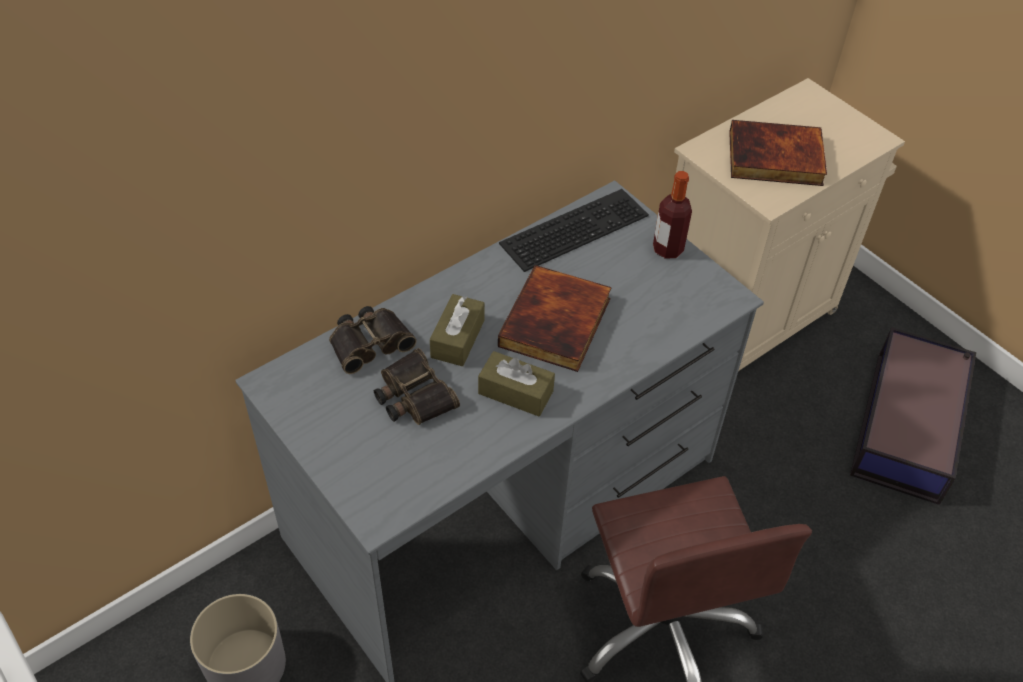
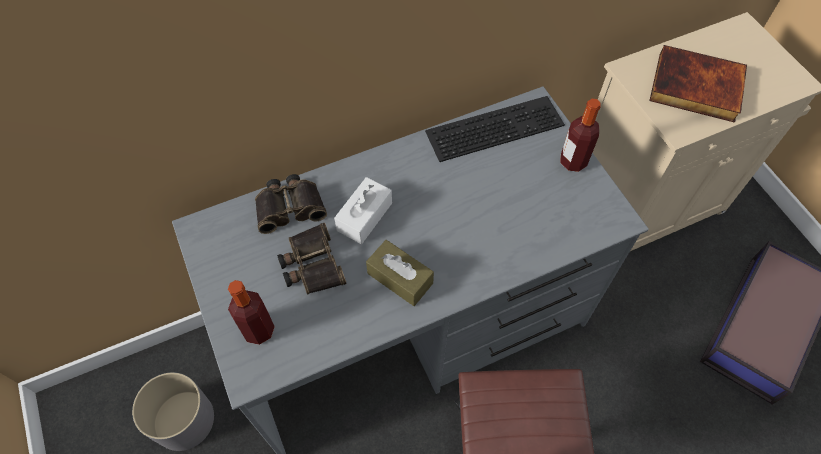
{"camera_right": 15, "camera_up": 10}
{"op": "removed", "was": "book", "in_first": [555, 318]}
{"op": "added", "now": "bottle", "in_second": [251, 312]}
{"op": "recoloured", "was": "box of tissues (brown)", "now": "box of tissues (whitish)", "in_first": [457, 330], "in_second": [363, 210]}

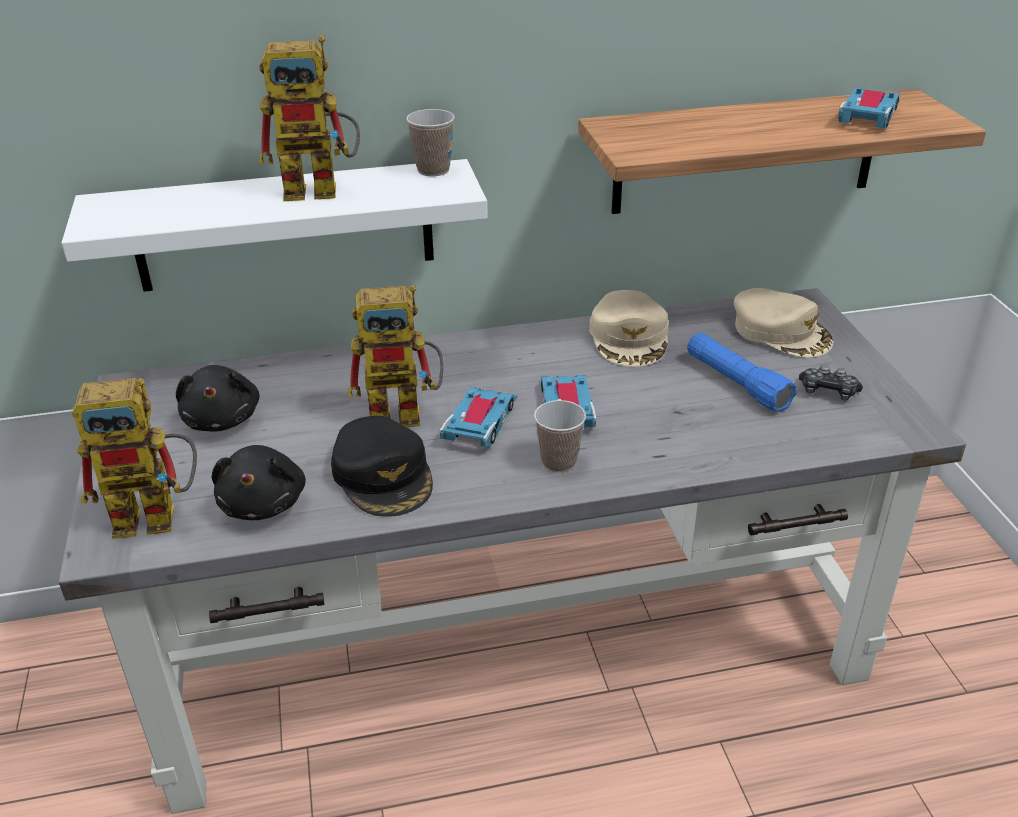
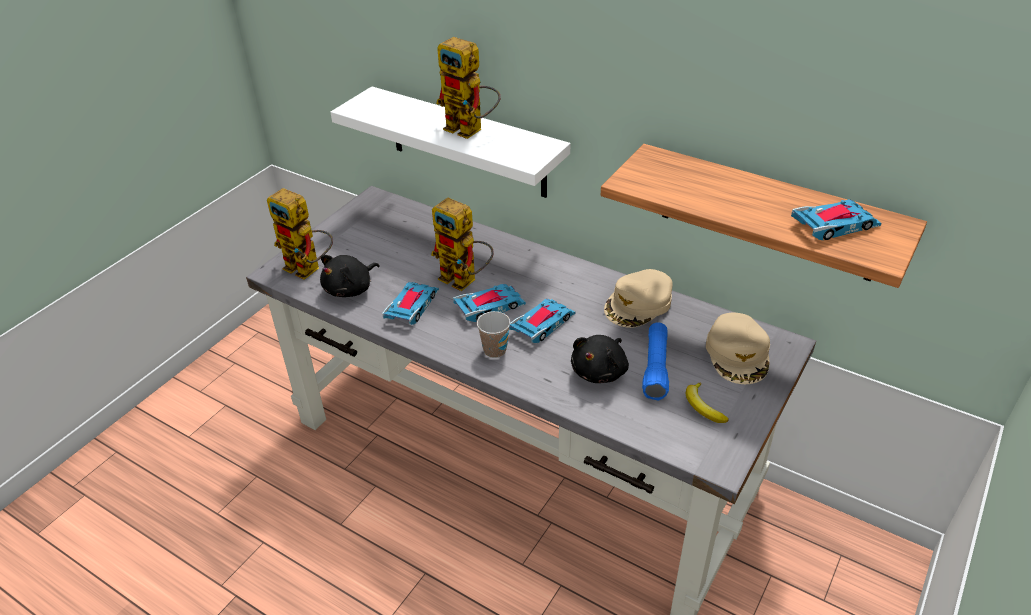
{"camera_right": 45, "camera_up": 5}
{"op": "removed", "was": "small cup", "in_first": [430, 142]}
{"op": "moved", "was": "plush toy (blackish)", "in_first": [218, 398], "in_second": [600, 359]}
{"op": "replaced", "was": "peaked cap (blackish)", "now": "toy car", "in_first": [382, 466], "in_second": [410, 303]}
{"op": "replaced", "was": "joypad", "now": "whole banana", "in_first": [831, 383], "in_second": [707, 403]}

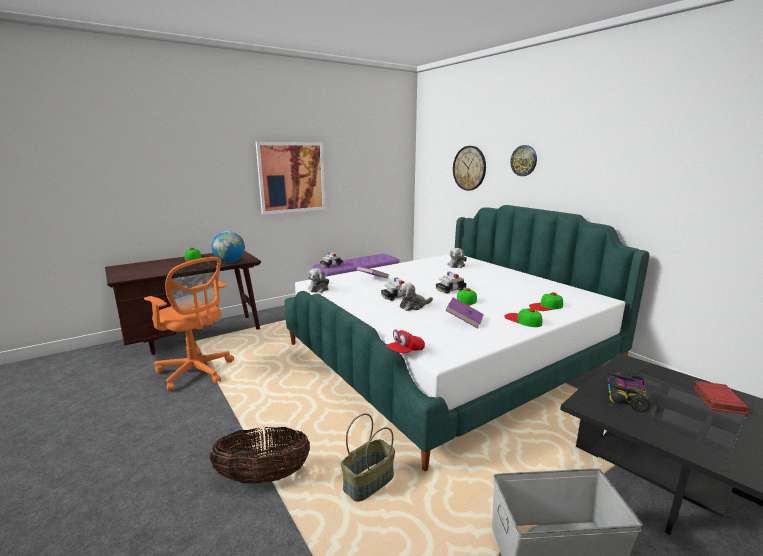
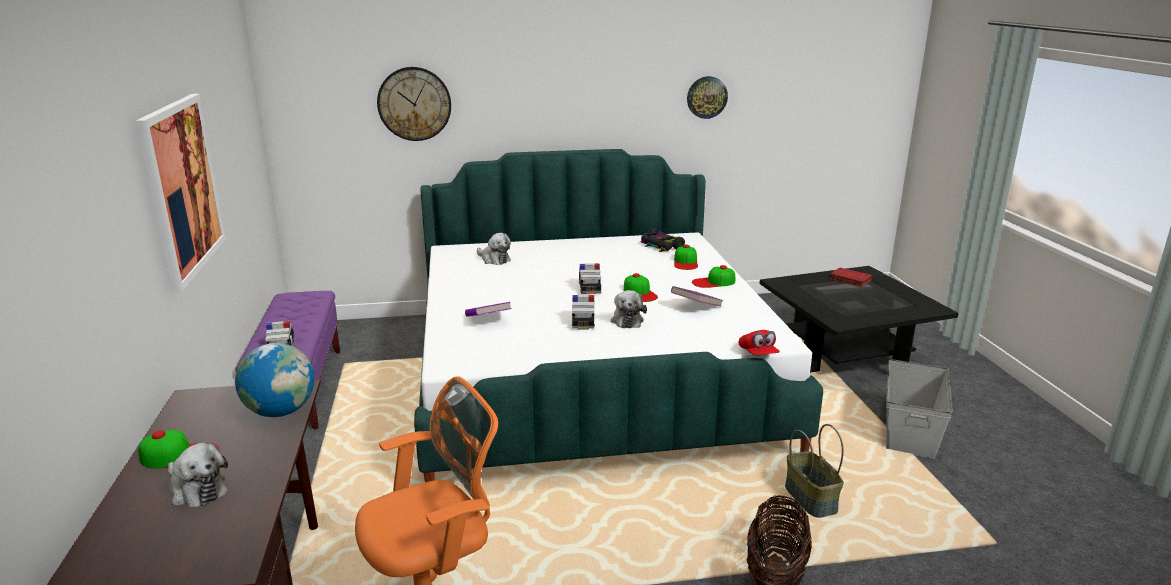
{"camera_right": -65, "camera_up": 5}
{"op": "moved", "was": "plush toy", "in_first": [318, 280], "in_second": [198, 475]}
{"op": "moved", "was": "wall clock", "in_first": [523, 160], "in_second": [707, 97]}
{"op": "moved", "was": "toy car", "in_first": [628, 392], "in_second": [663, 240]}

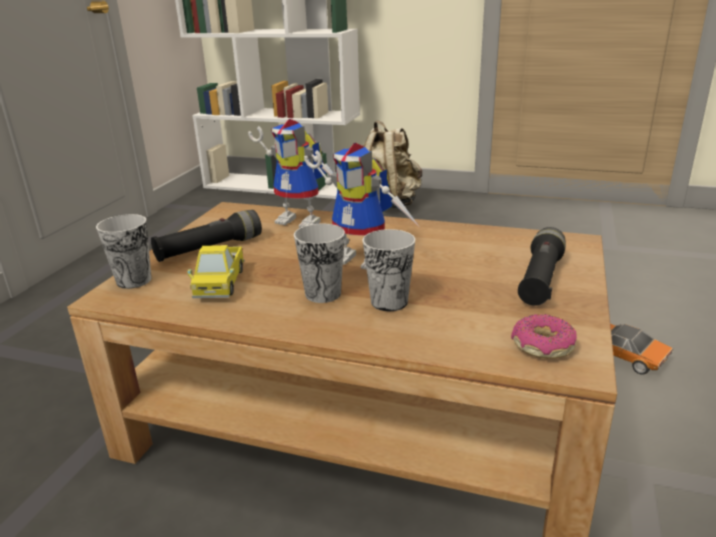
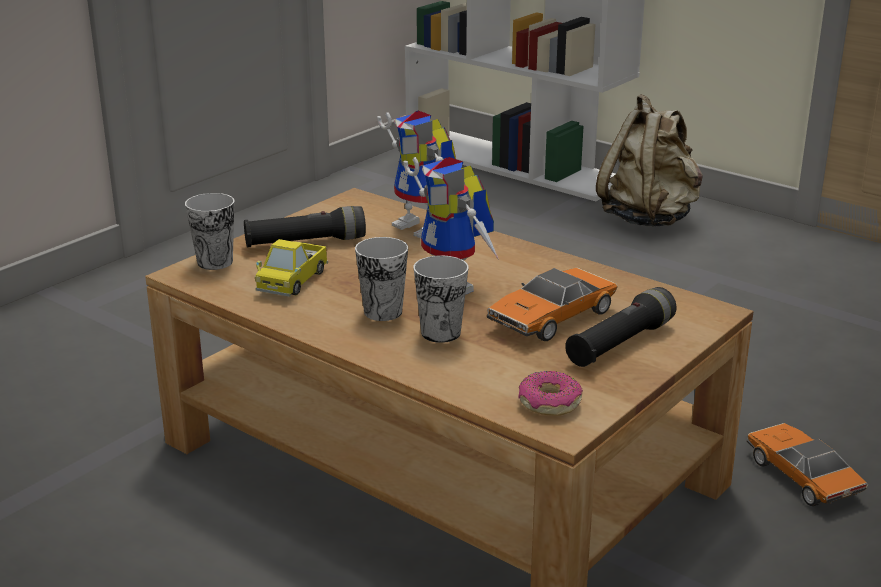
{"camera_right": 20, "camera_up": 0}
{"op": "added", "now": "toy car", "in_second": [552, 304]}

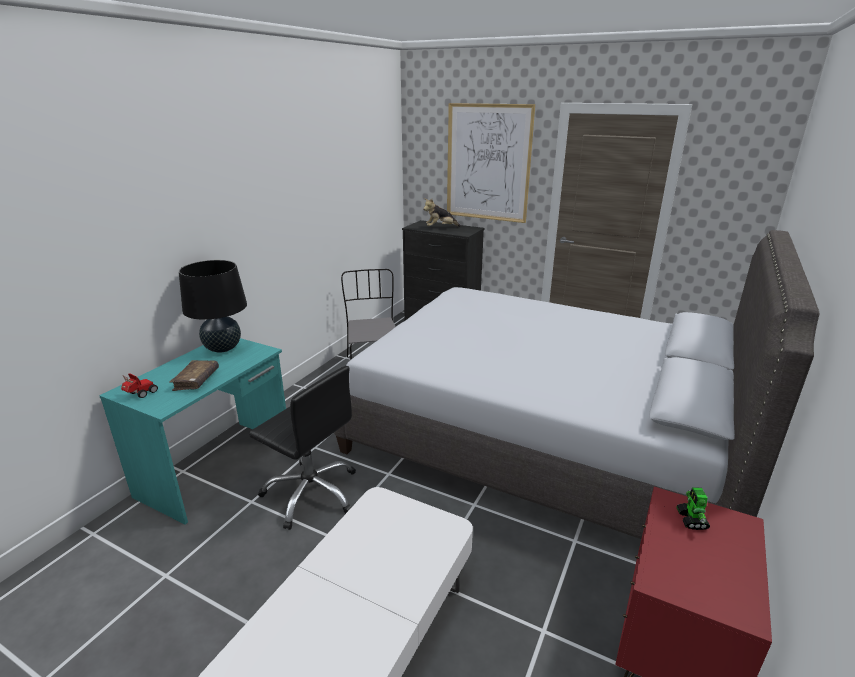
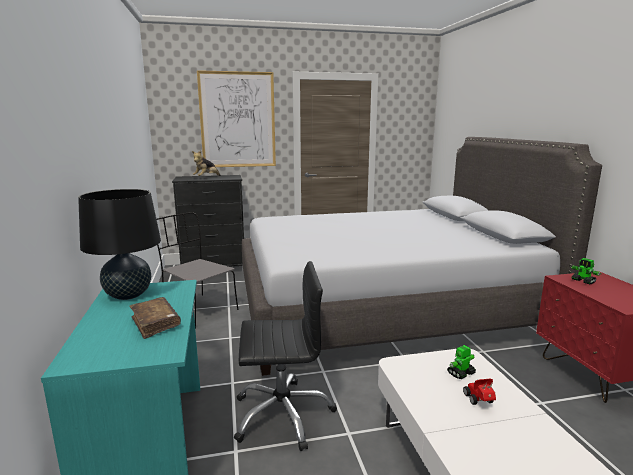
{"camera_right": -40, "camera_up": -10}
{"op": "added", "now": "toy robot", "in_second": [461, 362]}
{"op": "moved", "was": "toy car", "in_first": [139, 385], "in_second": [479, 392]}

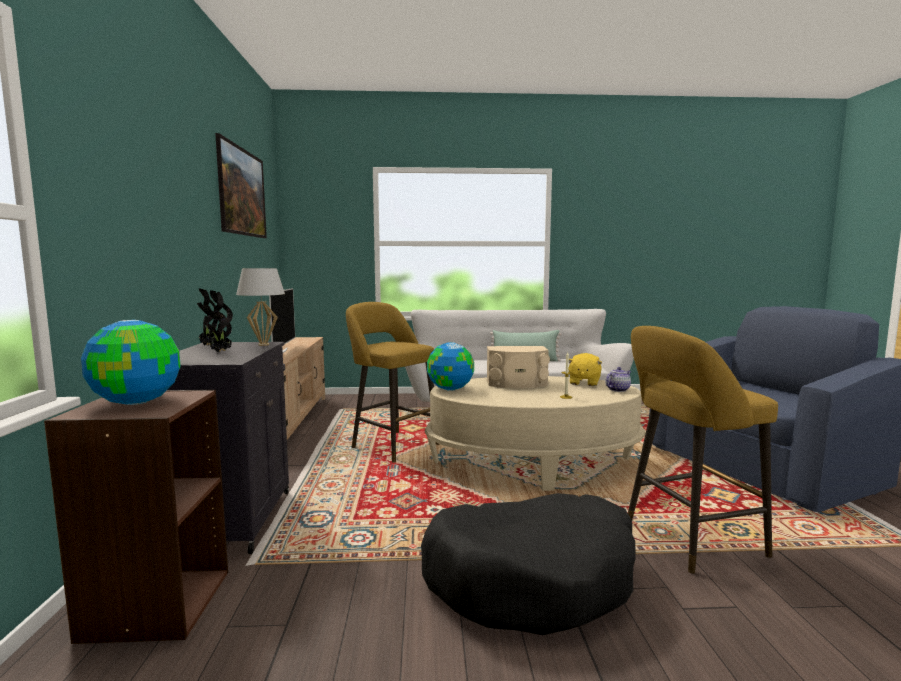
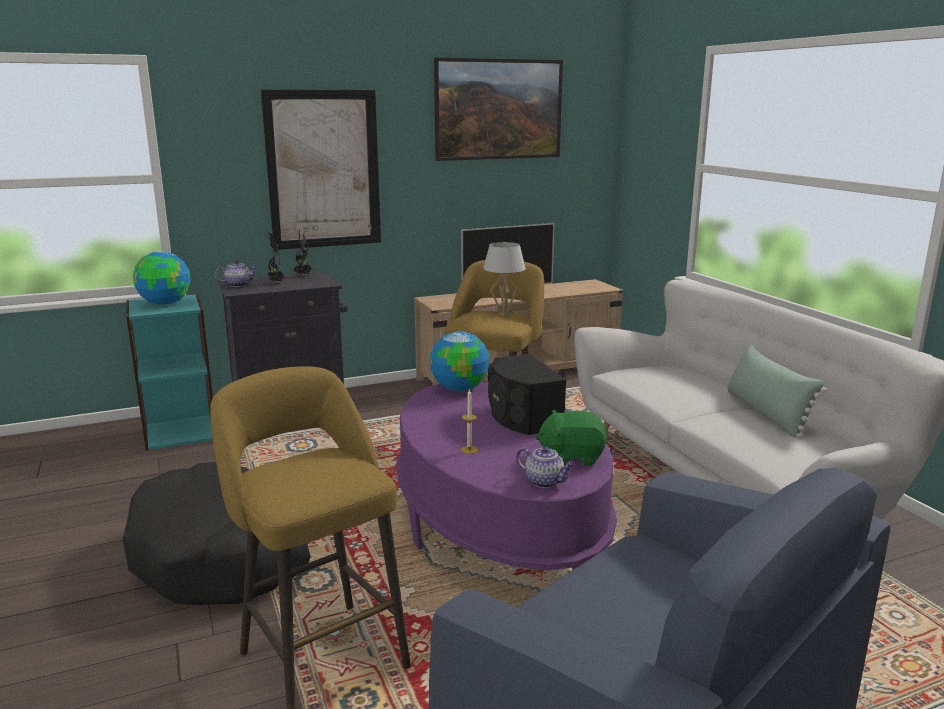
{"camera_right": 70, "camera_up": 10}
{"op": "added", "now": "pot for tea", "in_second": [236, 273]}
{"op": "added", "now": "picture", "in_second": [321, 169]}
{"op": "moved", "was": "table lamp (whitish)", "in_first": [260, 307], "in_second": [504, 279]}
{"op": "recoloured", "was": "shelving unit (brown)", "now": "shelving unit (blue-green)", "in_first": [136, 517], "in_second": [169, 372]}
{"op": "recoloured", "was": "lounge table (beige)", "now": "lounge table (purplish)", "in_first": [535, 433], "in_second": [506, 476]}
{"op": "recoloured", "was": "speaker (beige)", "now": "speaker (blackish)", "in_first": [518, 367], "in_second": [527, 394]}
{"op": "recoloured", "was": "plush toy (yellow-coloured)", "now": "plush toy (greenish)", "in_first": [585, 369], "in_second": [571, 438]}

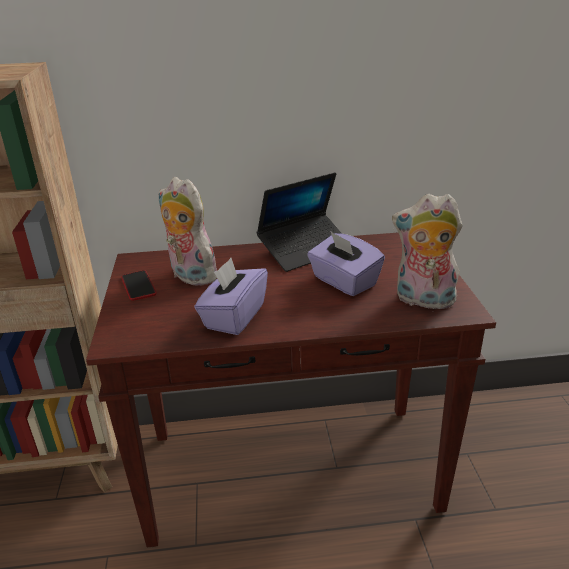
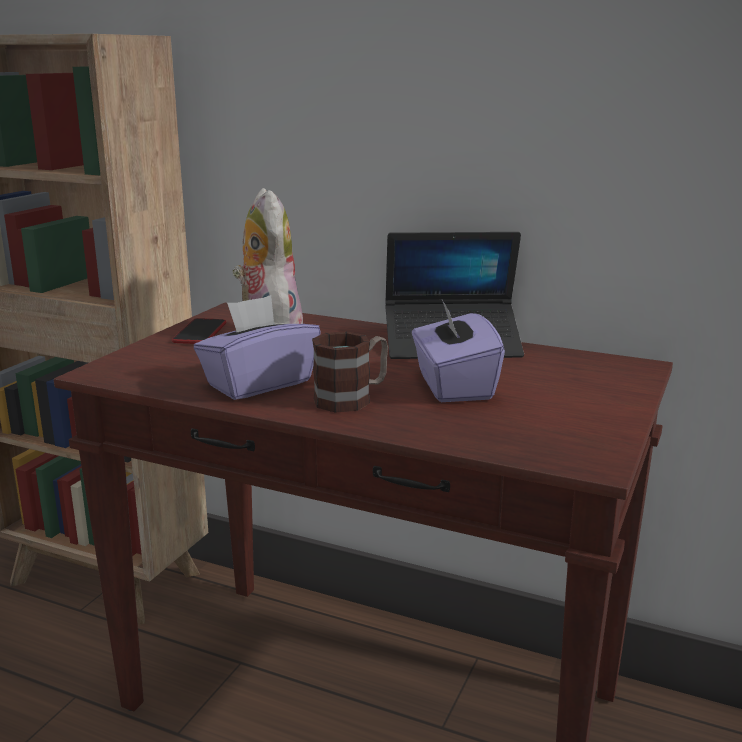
{"camera_right": 30, "camera_up": -10}
{"op": "removed", "was": "plush toy", "in_first": [427, 251]}
{"op": "added", "now": "mug", "in_second": [350, 372]}

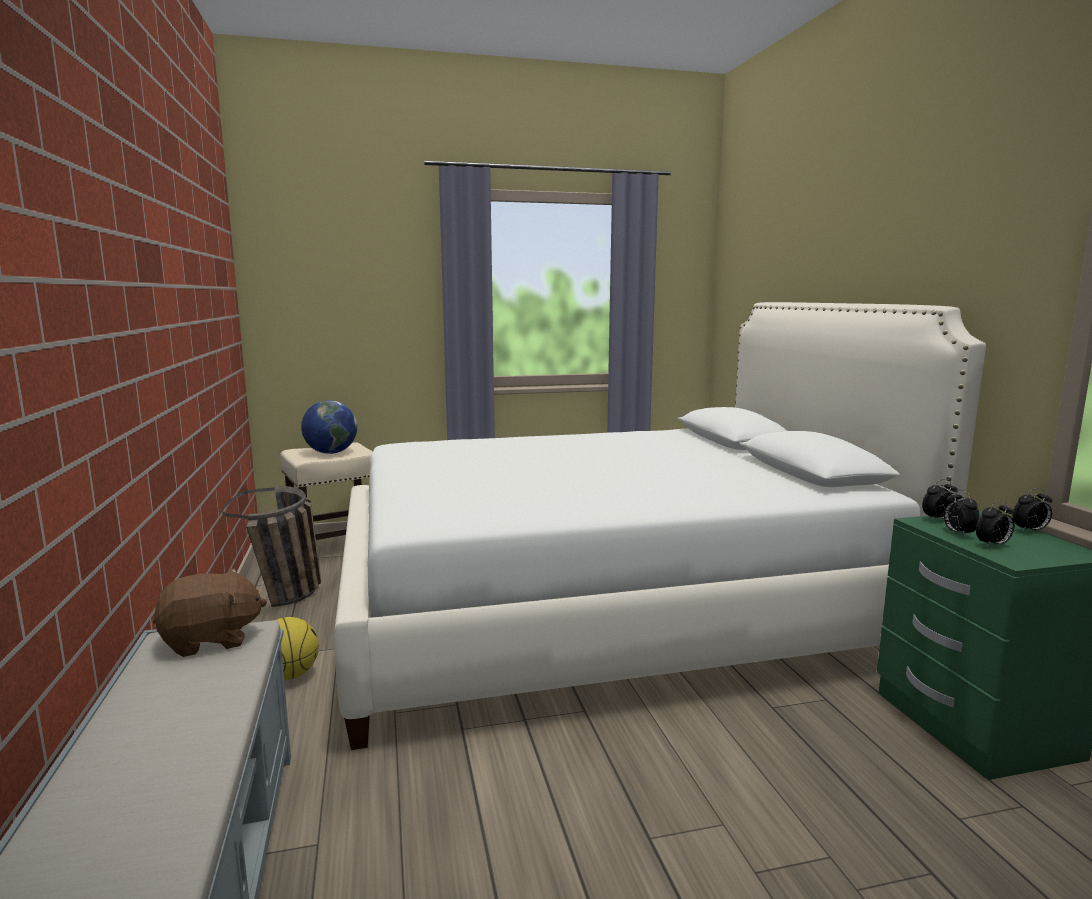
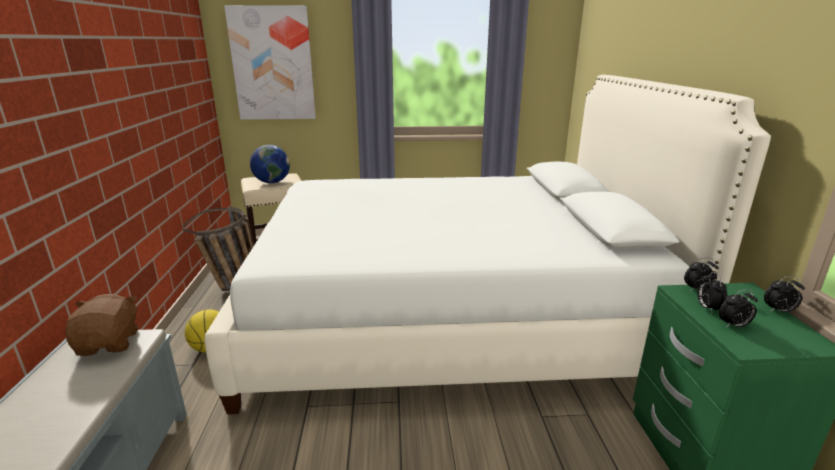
{"camera_right": 10, "camera_up": 10}
{"op": "added", "now": "picture", "in_second": [270, 62]}
{"op": "turned", "was": "plush toy (brown)", "in_first": [210, 612], "in_second": [101, 325], "clockwise": -90}

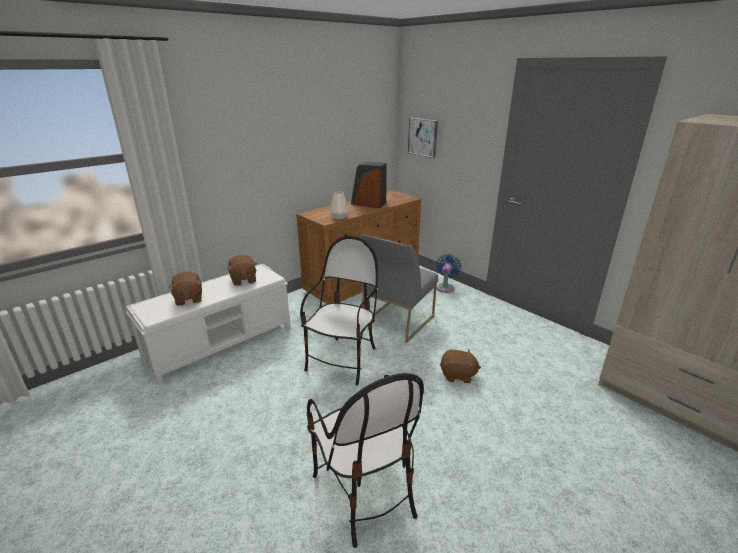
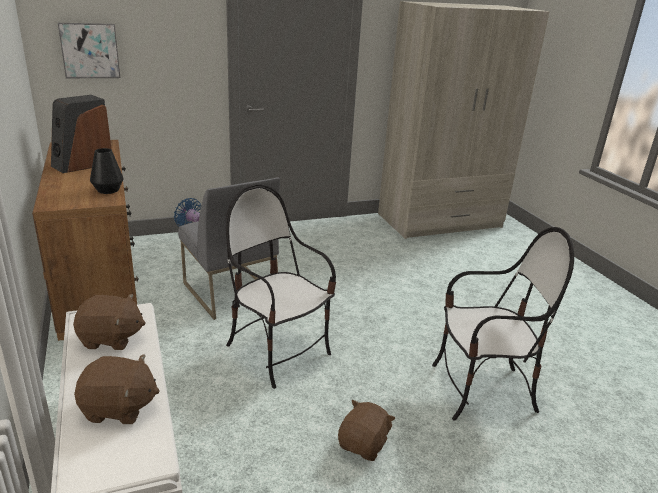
{"camera_right": -70, "camera_up": 0}
{"op": "moved", "was": "plush toy (brown)", "in_first": [460, 366], "in_second": [366, 430]}
{"op": "recoloured", "was": "decorative vase (whitish)", "now": "decorative vase (blackish)", "in_first": [339, 206], "in_second": [107, 171]}

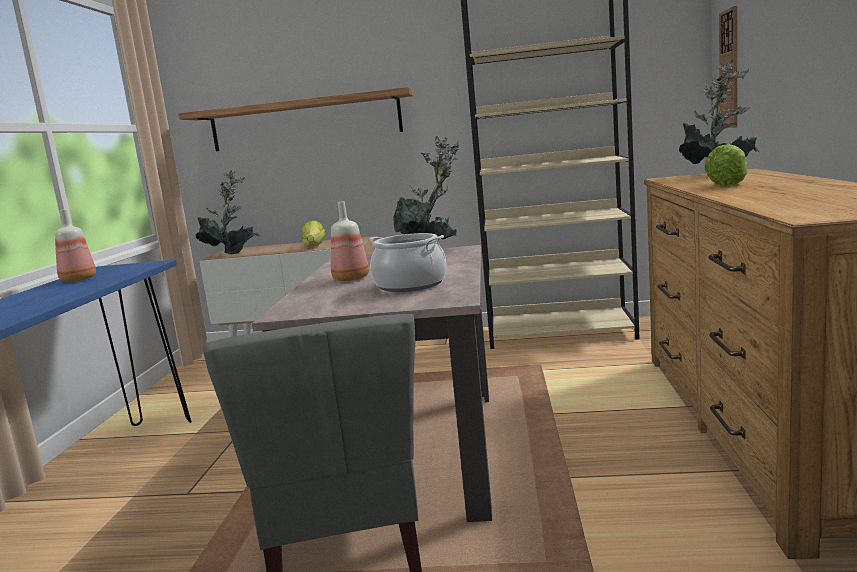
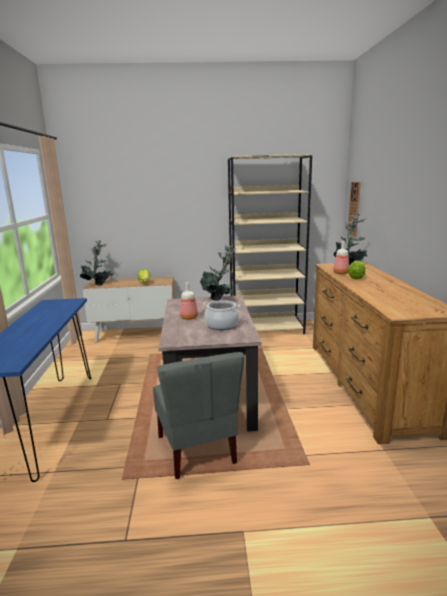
{"camera_right": -10, "camera_up": 5}
{"op": "removed", "was": "wall shelf", "in_first": [296, 119]}
{"op": "moved", "was": "bottle", "in_first": [75, 245], "in_second": [341, 257]}

